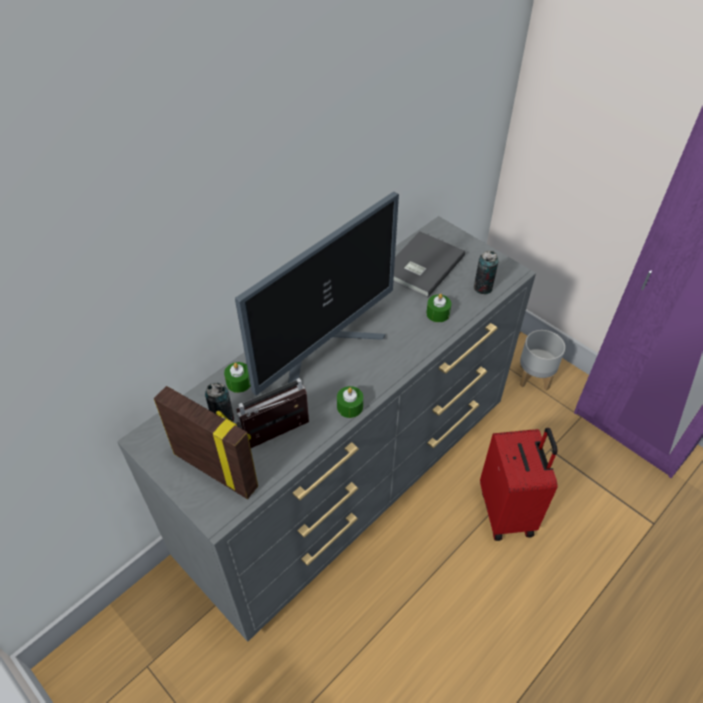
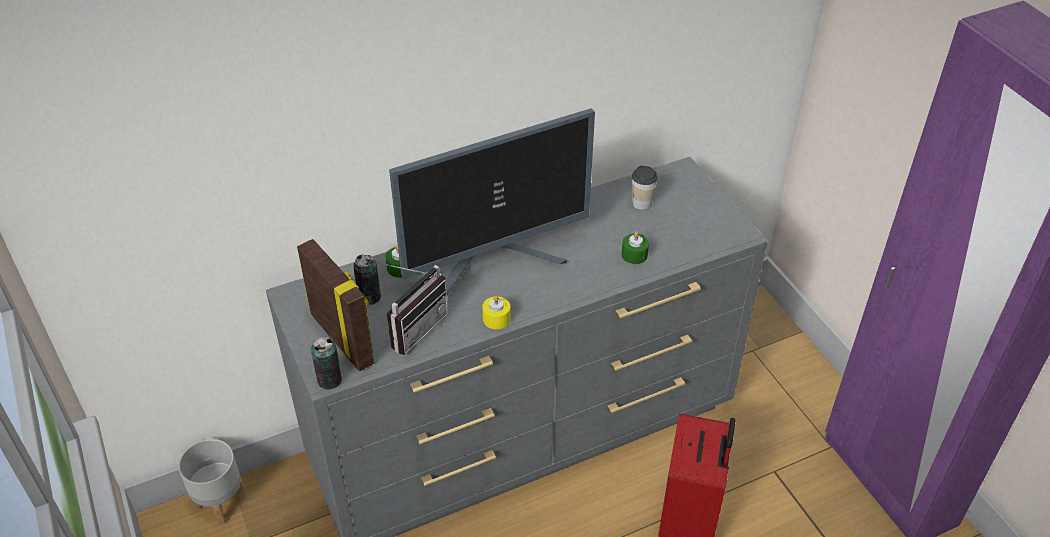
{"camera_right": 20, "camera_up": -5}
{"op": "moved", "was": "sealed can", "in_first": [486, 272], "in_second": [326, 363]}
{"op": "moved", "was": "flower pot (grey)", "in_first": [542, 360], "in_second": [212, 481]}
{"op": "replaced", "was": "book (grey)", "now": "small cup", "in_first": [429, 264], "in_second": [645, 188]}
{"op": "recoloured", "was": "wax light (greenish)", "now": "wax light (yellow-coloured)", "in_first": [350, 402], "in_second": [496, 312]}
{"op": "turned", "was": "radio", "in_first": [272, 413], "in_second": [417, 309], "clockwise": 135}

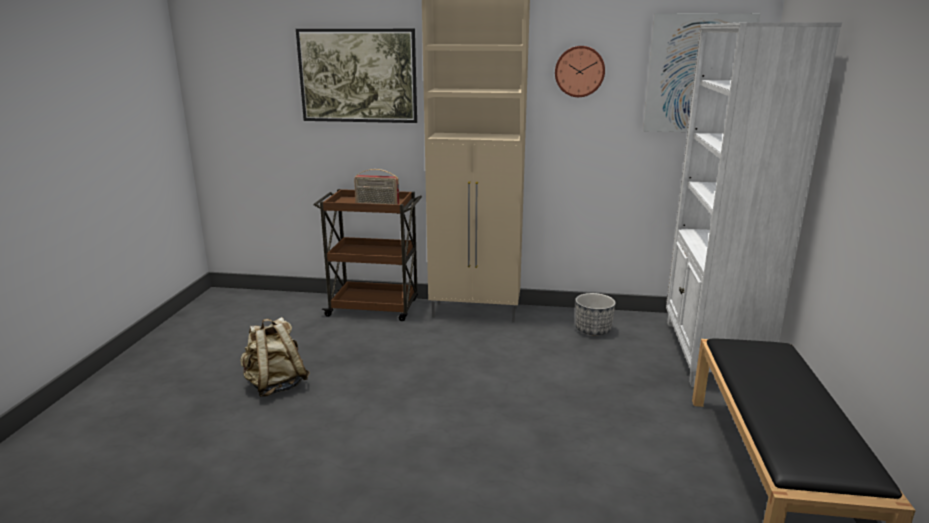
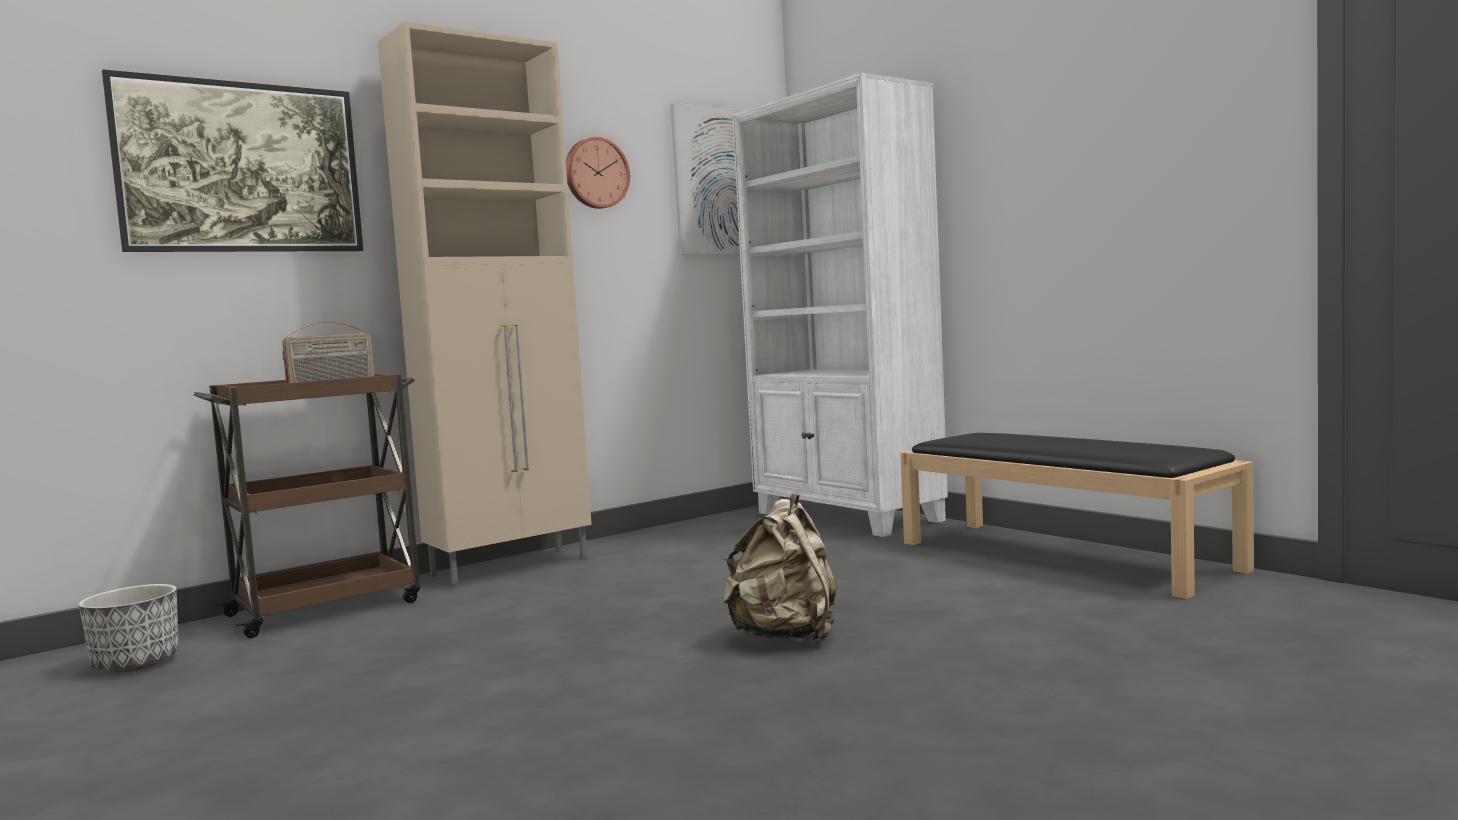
{"camera_right": -45, "camera_up": -15}
{"op": "moved", "was": "rucksack (beige)", "in_first": [275, 357], "in_second": [780, 567]}
{"op": "moved", "was": "flower pot", "in_first": [595, 314], "in_second": [128, 628]}

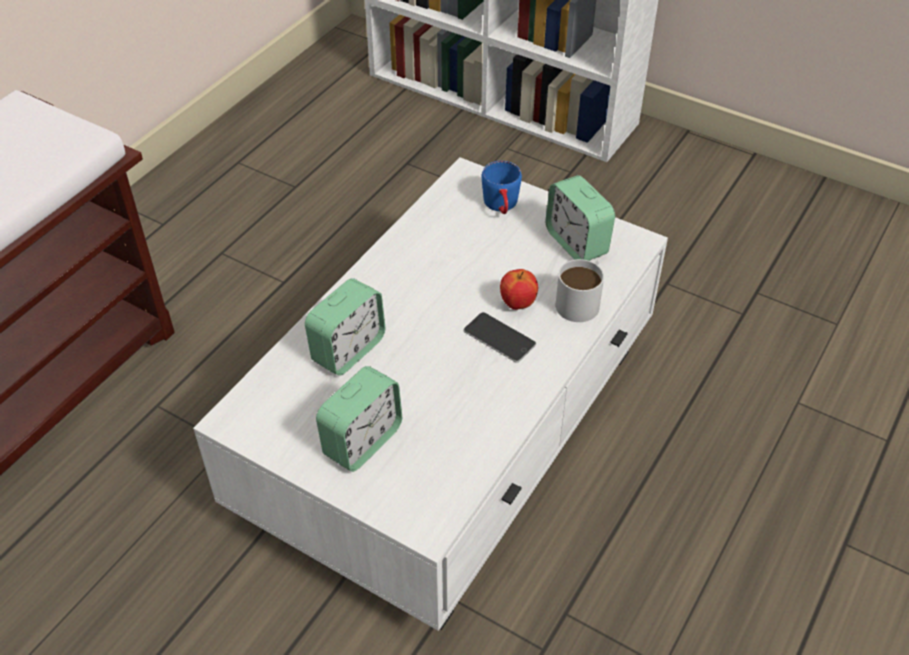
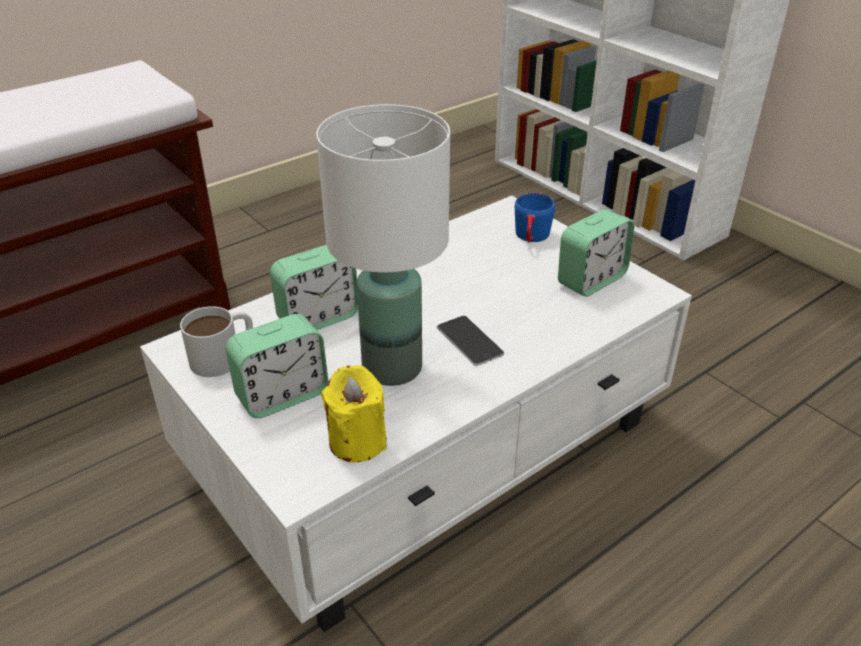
{"camera_right": 20, "camera_up": -10}
{"op": "removed", "was": "apple fruit", "in_first": [519, 289]}
{"op": "added", "now": "table lamp (whitish)", "in_second": [383, 245]}
{"op": "added", "now": "wax light (yellow-coloured)", "in_second": [354, 413]}
{"op": "moved", "was": "mug (whitish)", "in_first": [579, 290], "in_second": [216, 341]}
{"op": "turned", "was": "table clock", "in_first": [580, 218], "in_second": [596, 253], "clockwise": -120}

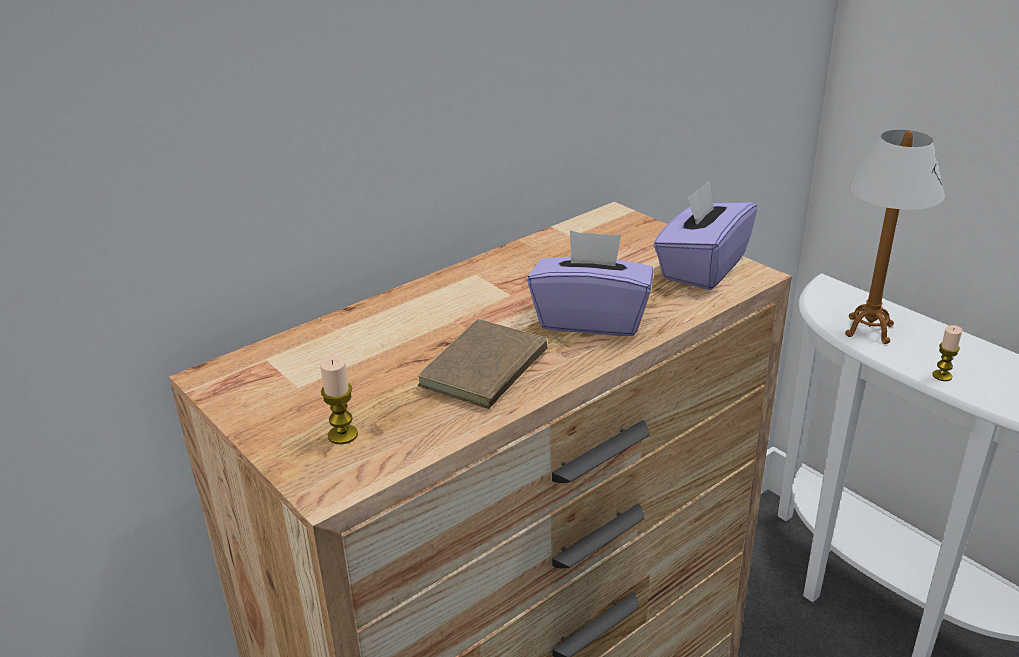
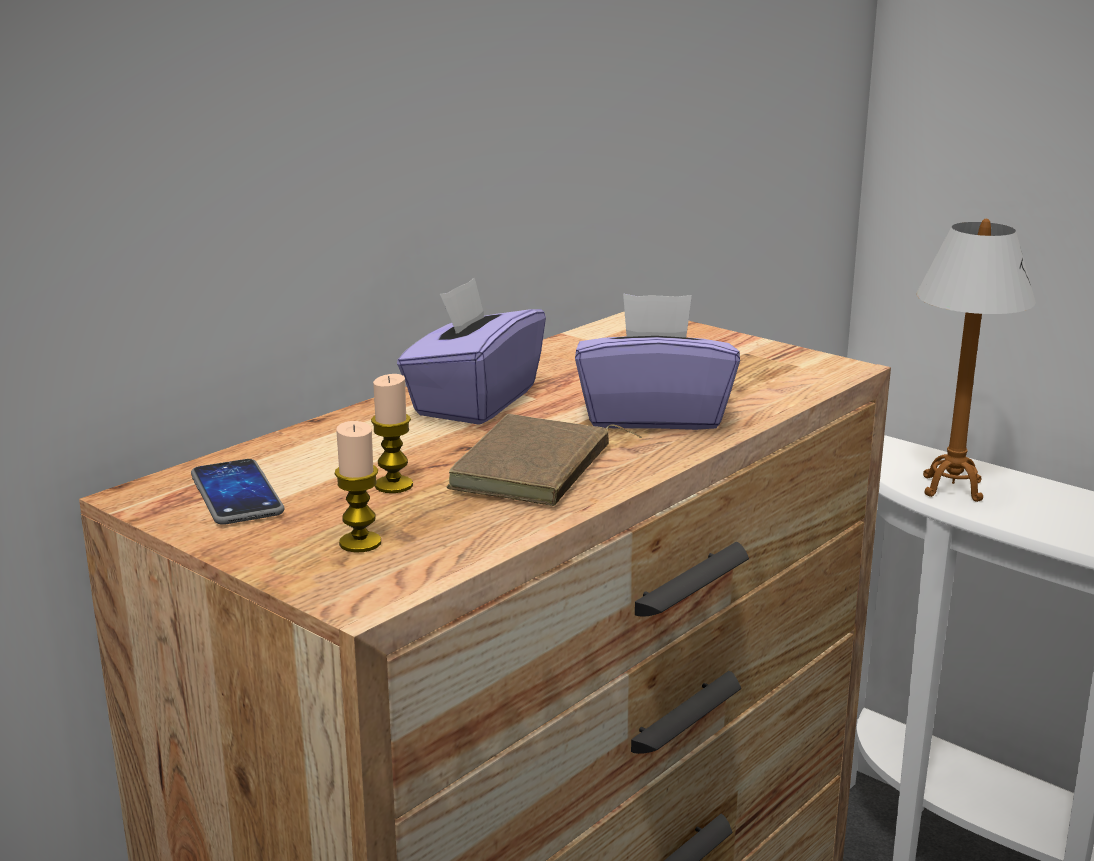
{"camera_right": -10, "camera_up": -10}
{"op": "added", "now": "phone", "in_second": [237, 492]}
{"op": "moved", "was": "box of tissues (purplish)", "in_first": [705, 235], "in_second": [471, 351]}
{"op": "moved", "was": "wax light", "in_first": [947, 353], "in_second": [392, 433]}

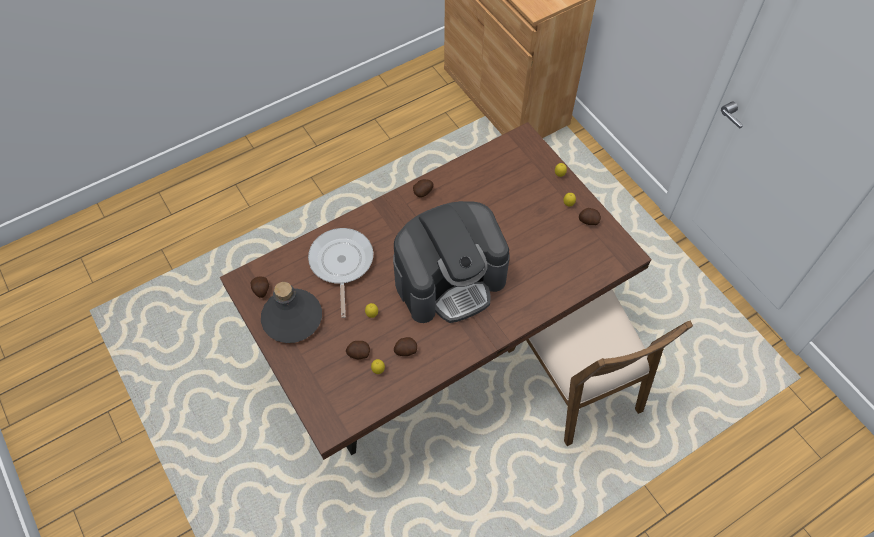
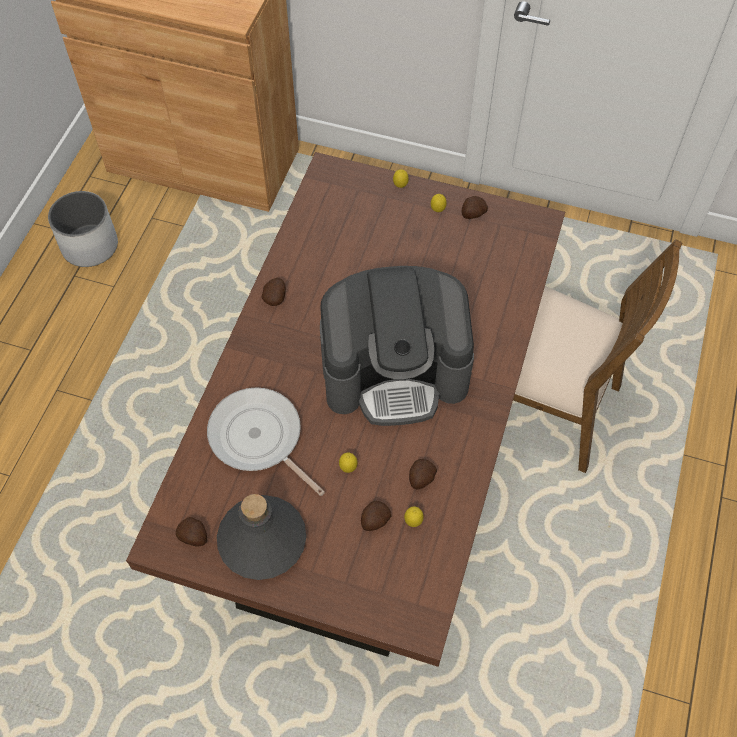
{"camera_right": -40, "camera_up": 0}
{"op": "added", "now": "flower pot (whitish)", "in_second": [83, 229]}
{"op": "turned", "was": "coffee maker", "in_first": [451, 262], "in_second": [397, 346], "clockwise": 60}

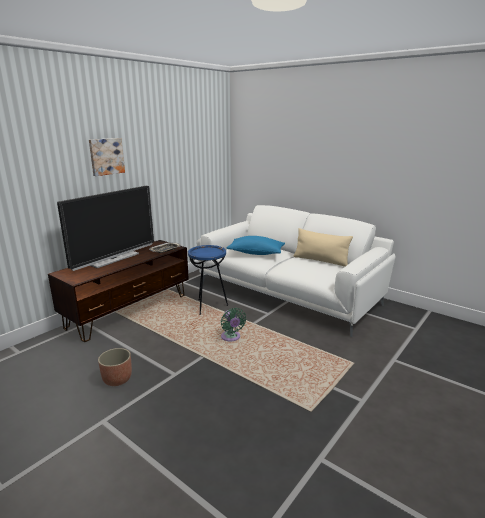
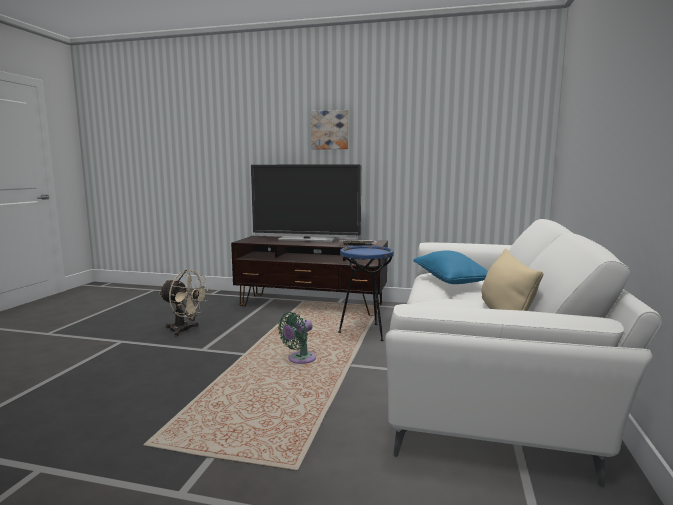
{"camera_right": 65, "camera_up": -10}
{"op": "replaced", "was": "flower pot", "now": "fan (beige)", "in_first": [115, 367], "in_second": [184, 303]}

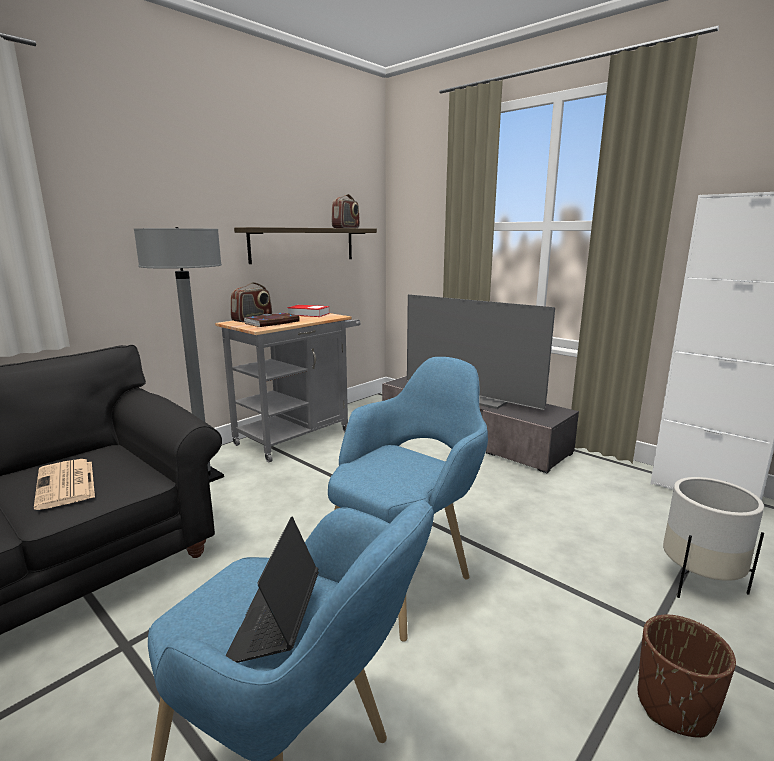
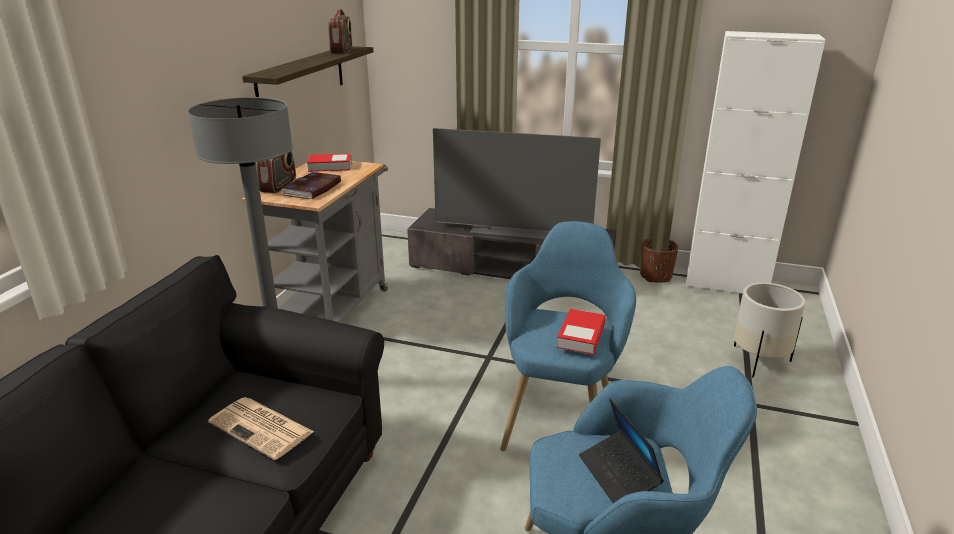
{"camera_right": -25, "camera_up": 10}
{"op": "added", "now": "book", "in_second": [581, 332]}
{"op": "moved", "was": "flower pot (brown)", "in_first": [686, 676], "in_second": [659, 260]}

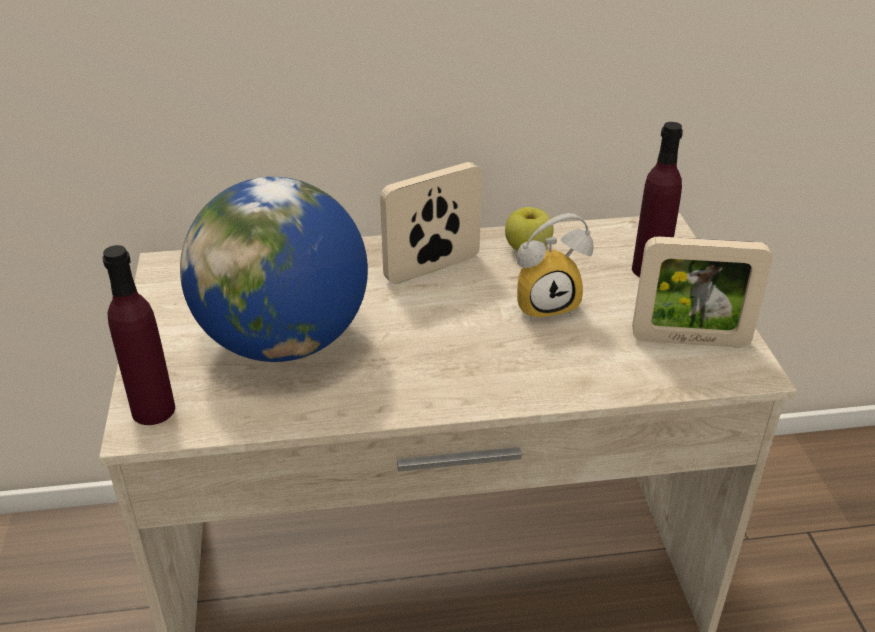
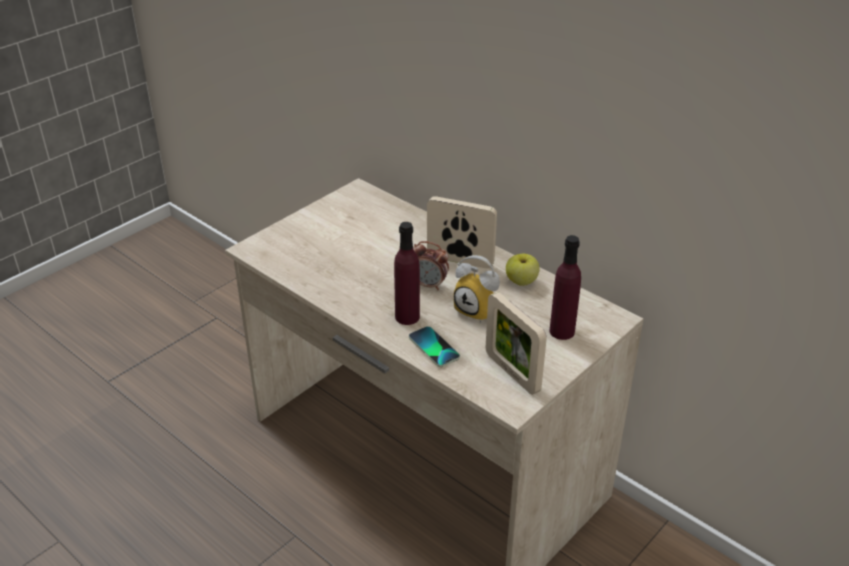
{"camera_right": 50, "camera_up": 0}
{"op": "removed", "was": "world globe", "in_first": [274, 269]}
{"op": "added", "now": "phone", "in_second": [434, 346]}
{"op": "added", "now": "table clock", "in_second": [431, 265]}
{"op": "moved", "was": "bottle (purplish)", "in_first": [139, 335], "in_second": [407, 273]}

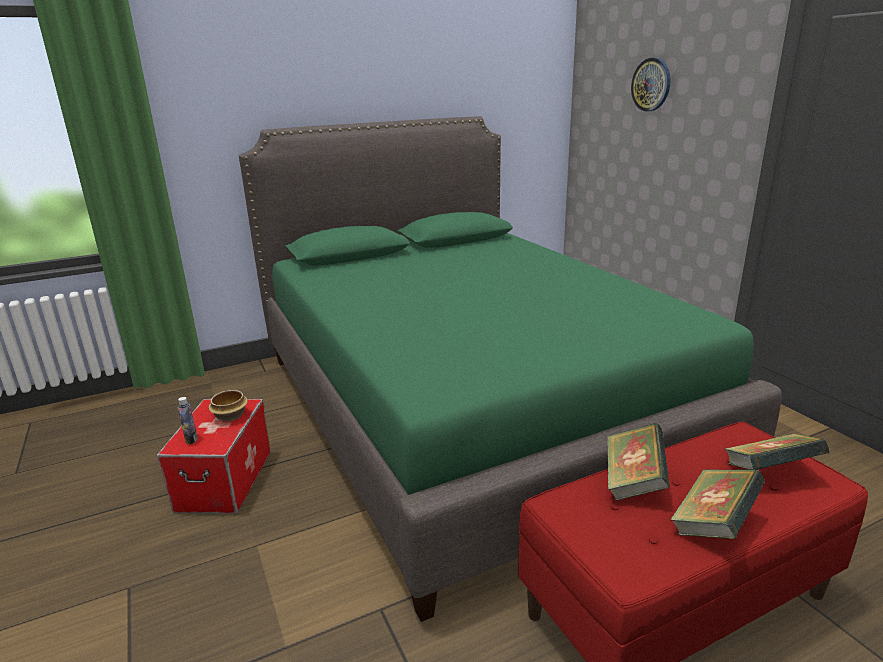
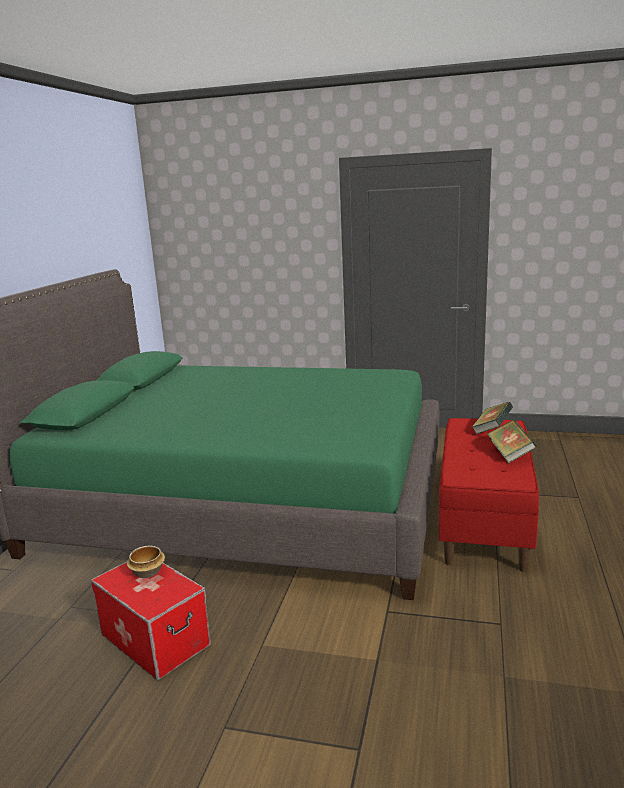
{"camera_right": -50, "camera_up": -5}
{"op": "removed", "was": "bottle", "in_first": [188, 421]}
{"op": "removed", "was": "book", "in_first": [638, 462]}
{"op": "removed", "was": "wall clock", "in_first": [651, 84]}

